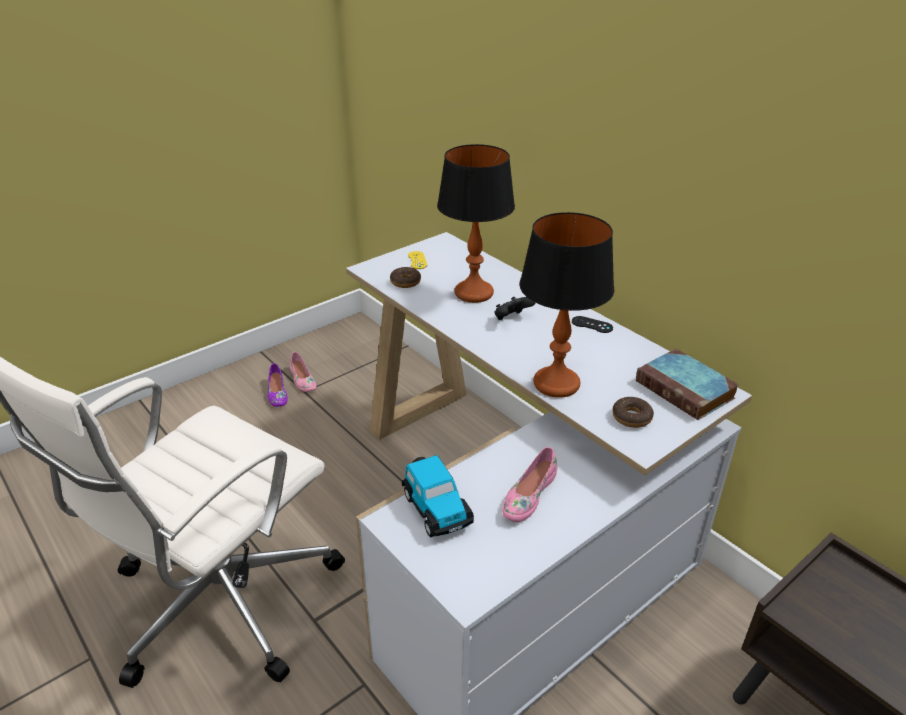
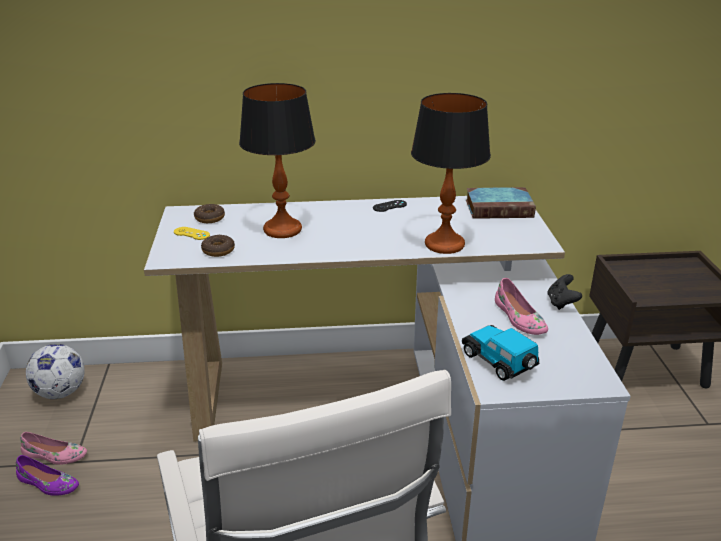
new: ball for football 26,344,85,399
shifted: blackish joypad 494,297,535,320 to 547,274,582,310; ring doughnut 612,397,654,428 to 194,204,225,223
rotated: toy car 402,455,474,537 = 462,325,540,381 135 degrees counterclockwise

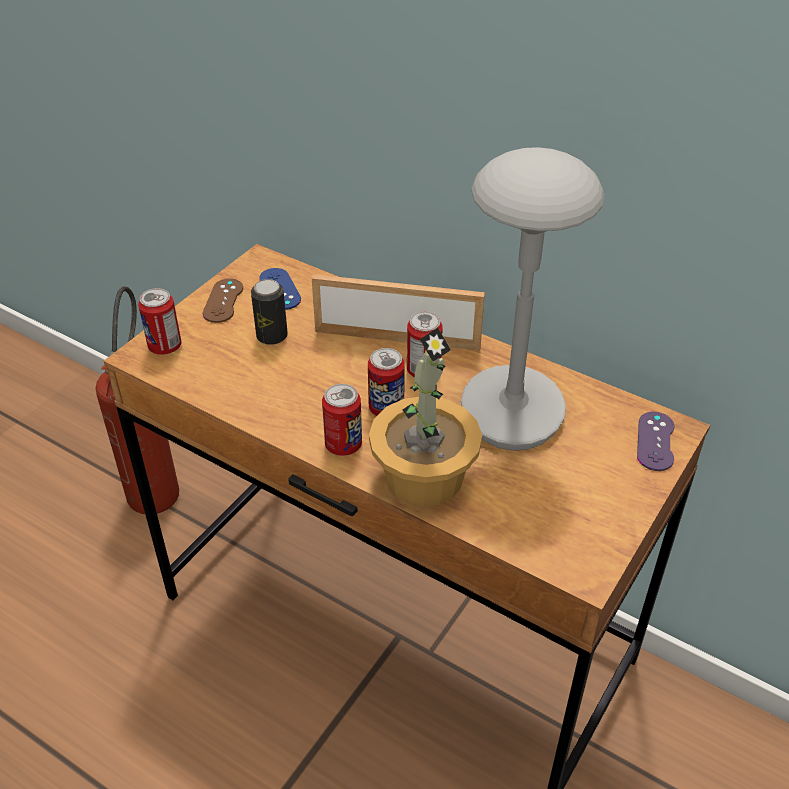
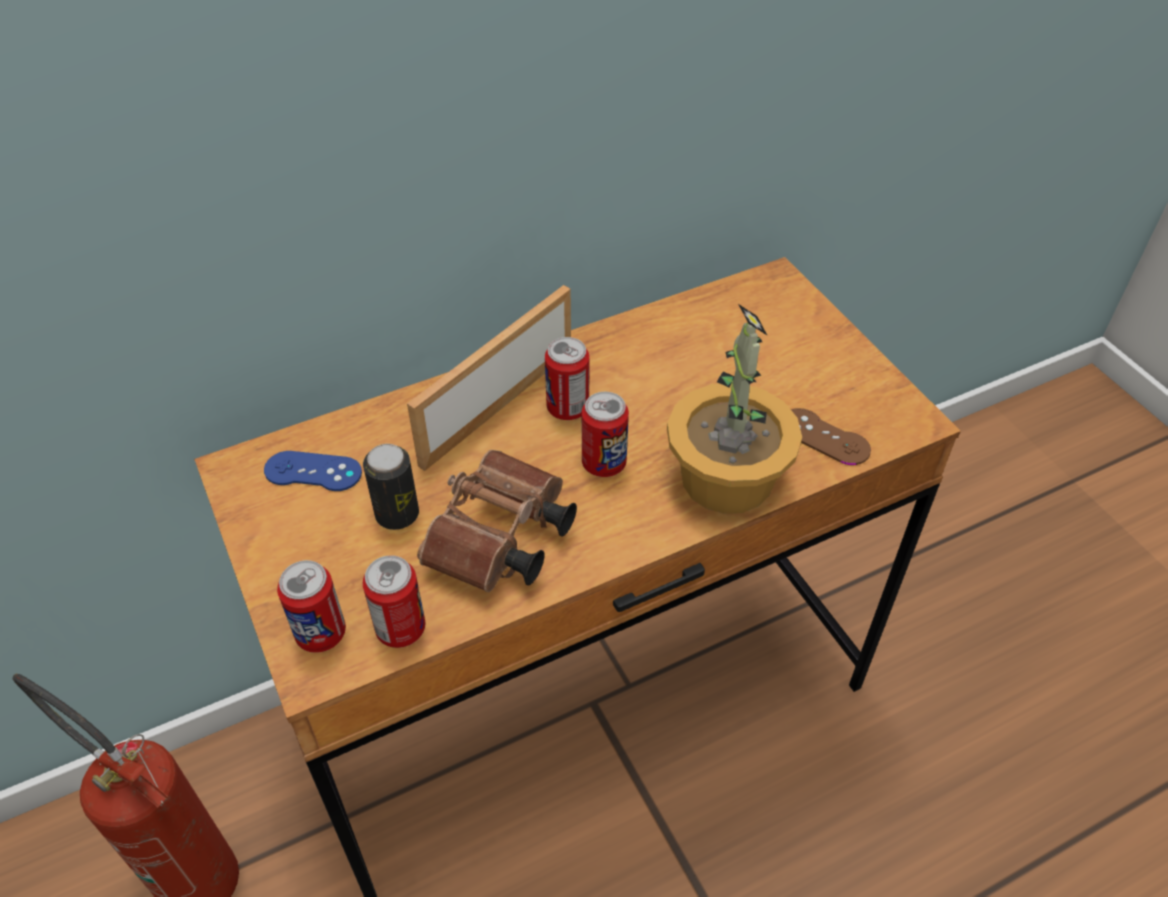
gone: gray table lamp 461,147,604,451; purplish joypad 637,412,674,471
new: brown-coloured binoculars 417,450,577,592
shifted: brown-coloured joypad 203,278,243,323 to 791,408,871,465; sealed can 322,384,362,456 to 363,555,425,648

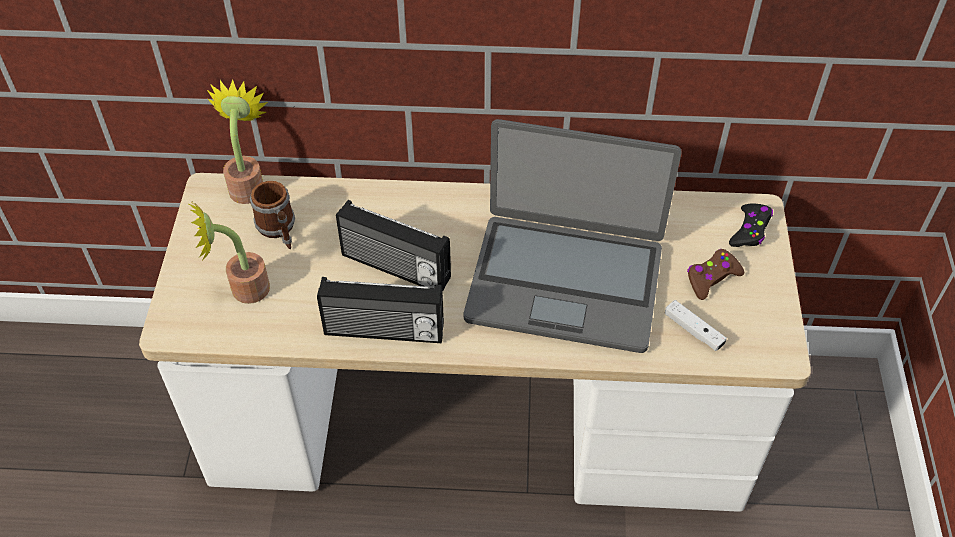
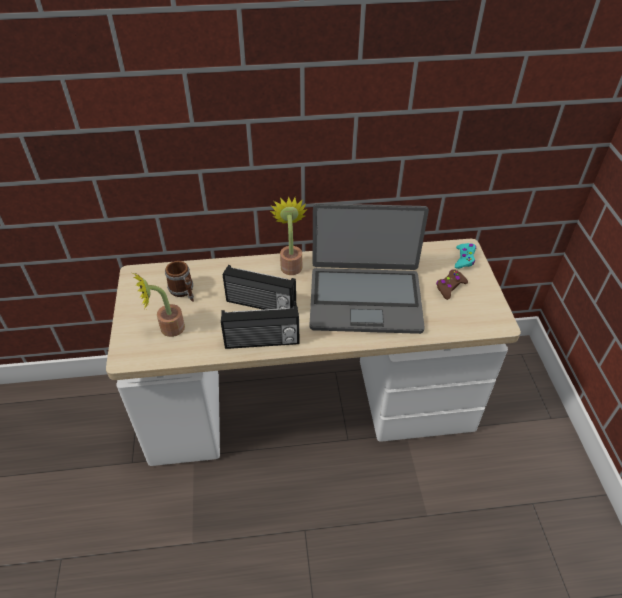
gone: white-coloured joypad 665,300,727,351
shifted: potted plant 207,80,268,204 to 270,196,308,275
repainted: blackish joypad 729,203,773,247 to turquoise-coloured joypad 455,243,476,269

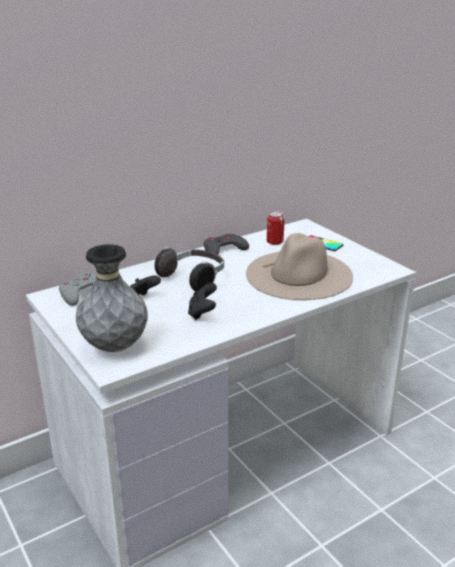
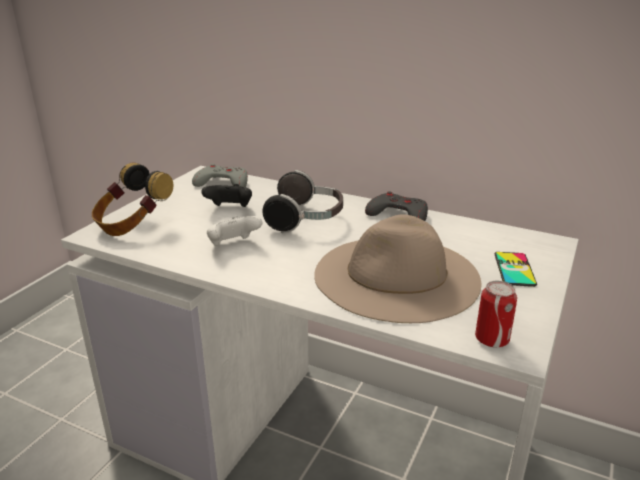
shifted: sealed can 267,211,285,245 to 475,281,517,347
swapped: gray vase 76,244,148,352 to pair of headphones 92,162,174,236
repainted: blackish joypad 188,283,217,320 to white-coloured joypad 207,216,262,246

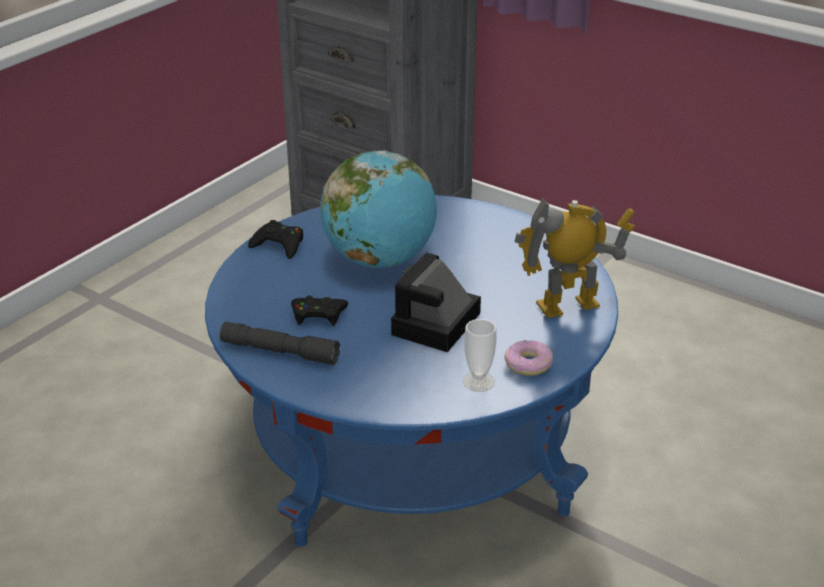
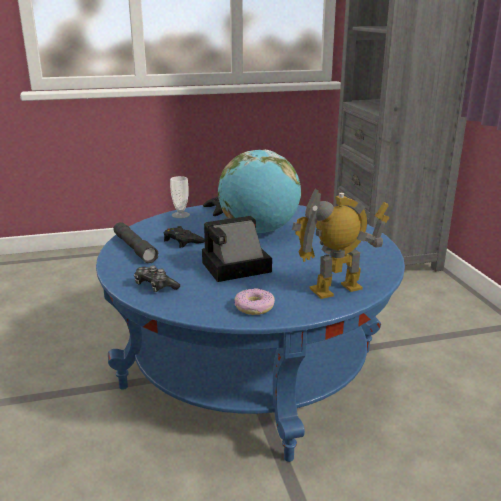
new: joypad 134,265,180,292
shifted: cup 463,319,496,392 to 170,176,190,218
rotated: model robot 515,198,635,318 = 292,189,389,299 45 degrees counterclockwise

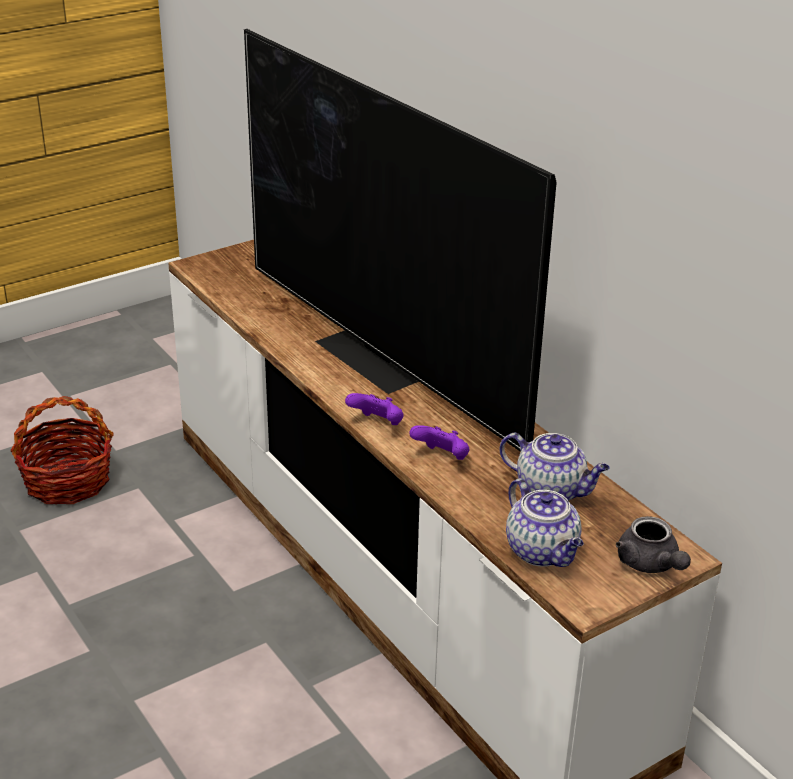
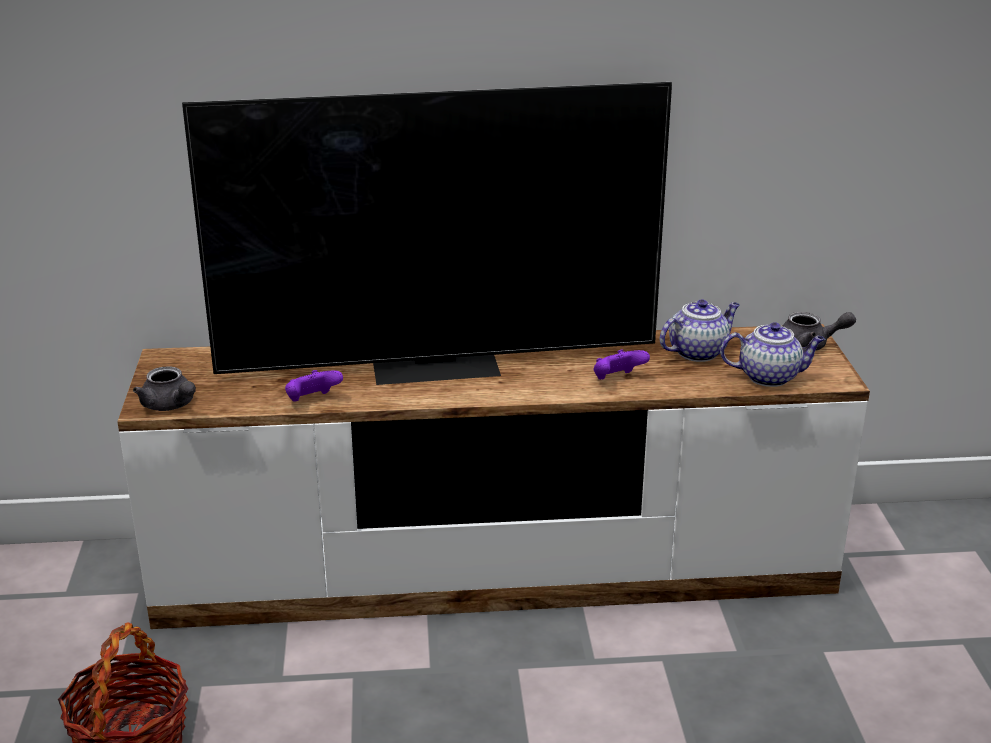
new: gray tea pot 133,366,196,411
shifted: purplish joypad 345,393,404,425 to 285,370,343,402

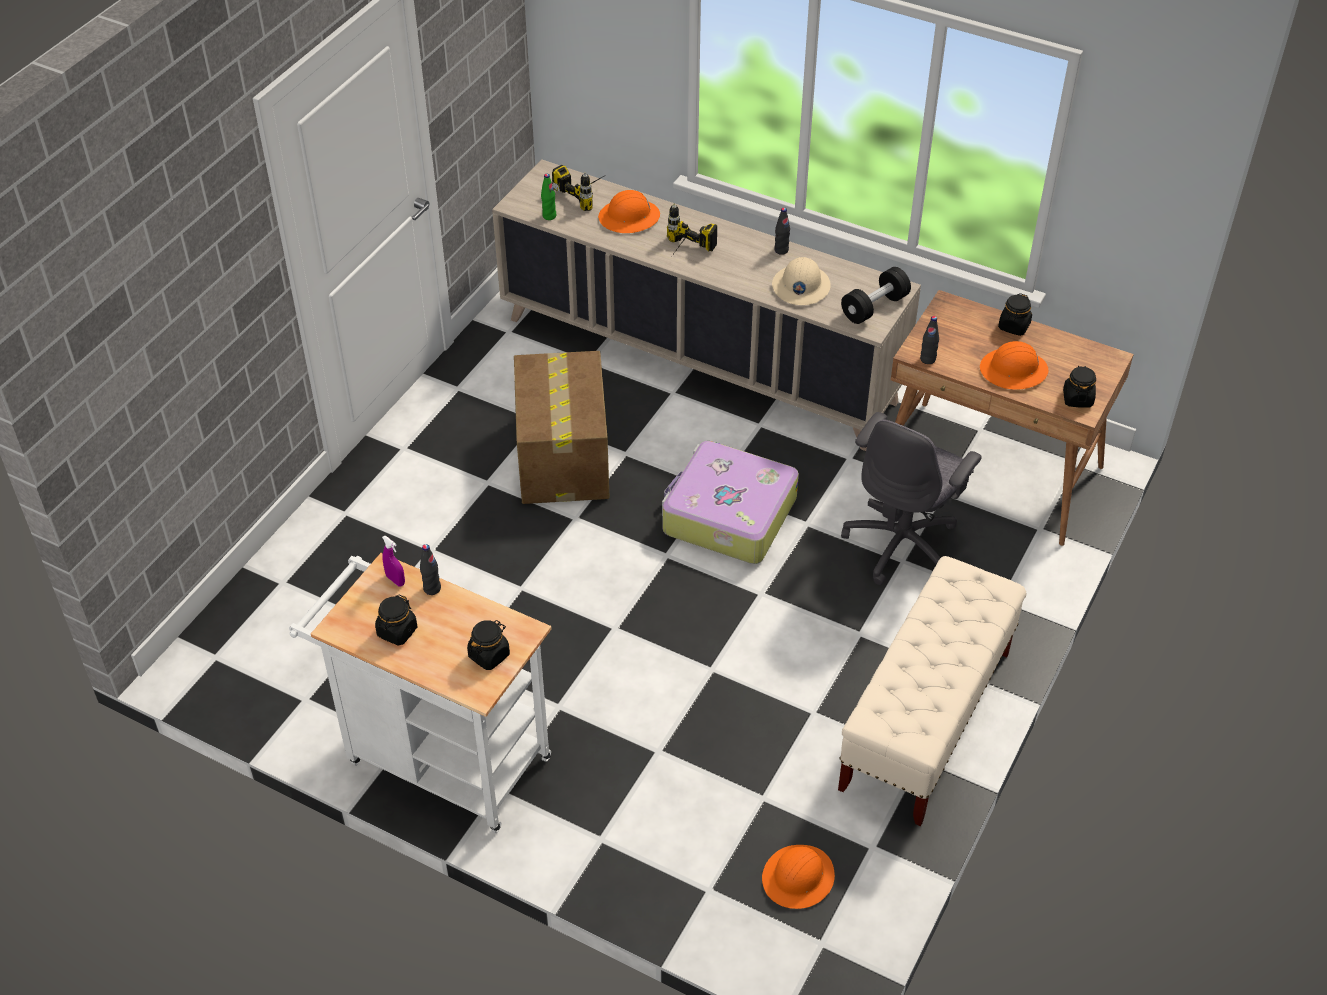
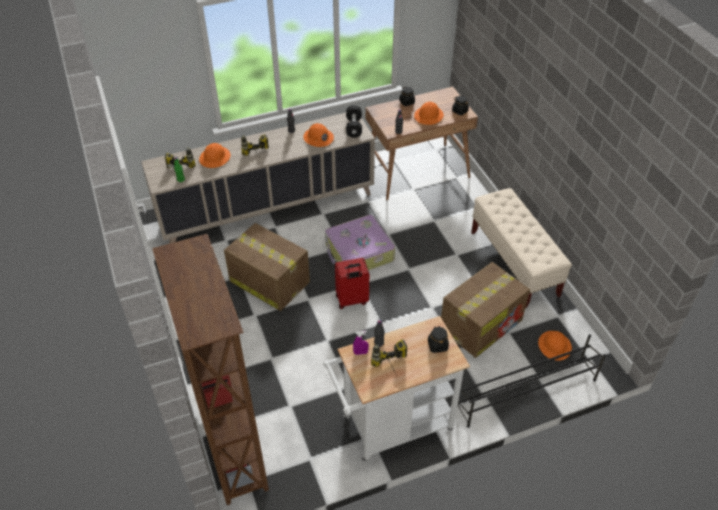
gone: gray desk chair 841,412,982,585
new: brown-coloured shelving unit 152,234,269,505; red travel case 335,258,369,309; carton 441,262,530,358; blackish shoe shelf 458,334,606,428
swapped: blackish jar 375,594,417,645 to electric drill 371,340,407,374
repainted: beige-coloured work helmet 772,257,831,305 to orange work helmet 303,123,334,147

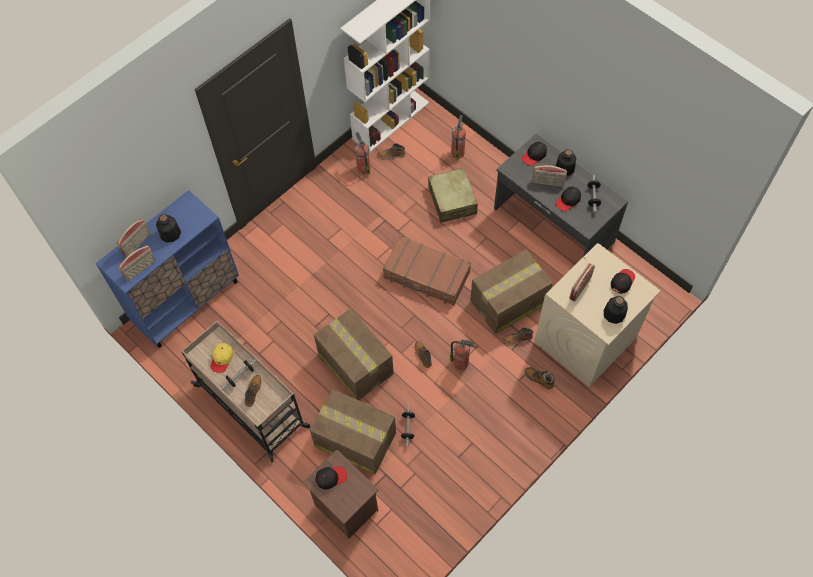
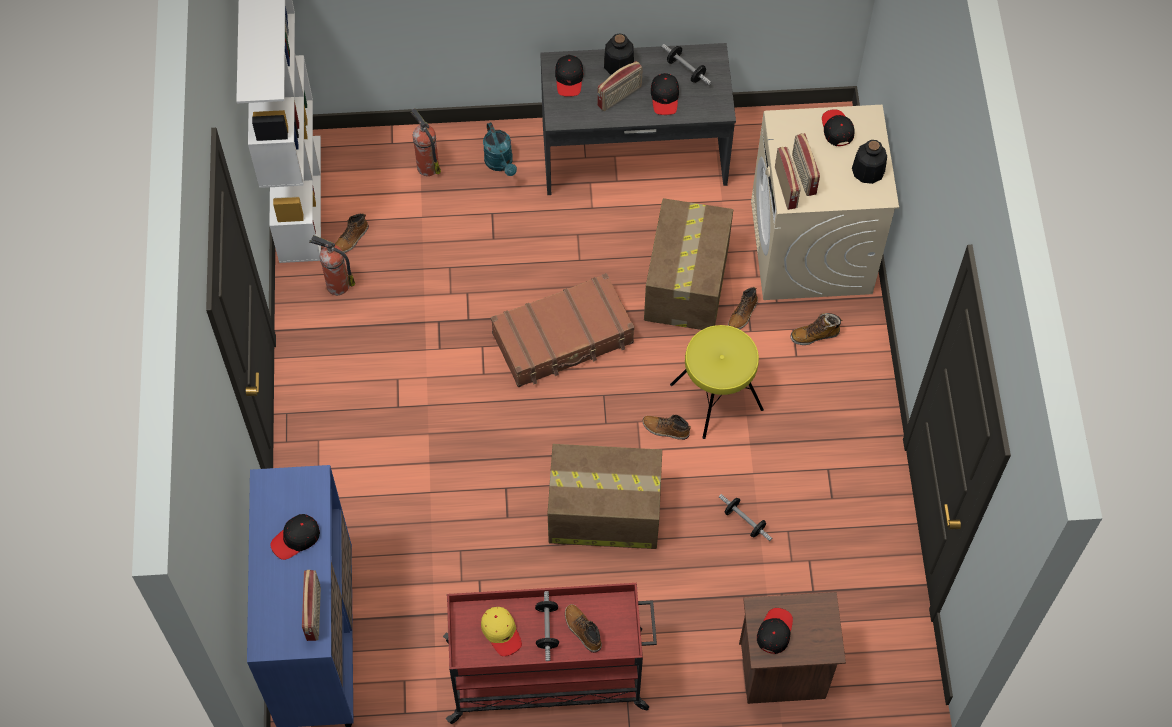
gone: carton 310,389,396,474; beige-coloured travel case 428,168,478,223
new: turquoise-coloured sprinkling can 483,122,517,176
shifted: radio 117,219,151,257 to 775,147,801,210
swapped: bottle 156,214,181,242 to blackish baseball cap 270,514,320,560; fire-fighting cylinder 450,340,476,370 to yellow-coloured stool 670,325,764,439
repainted: beige-coloured wheeled cart 181,320,310,462 to red wheeled cart 443,583,657,724

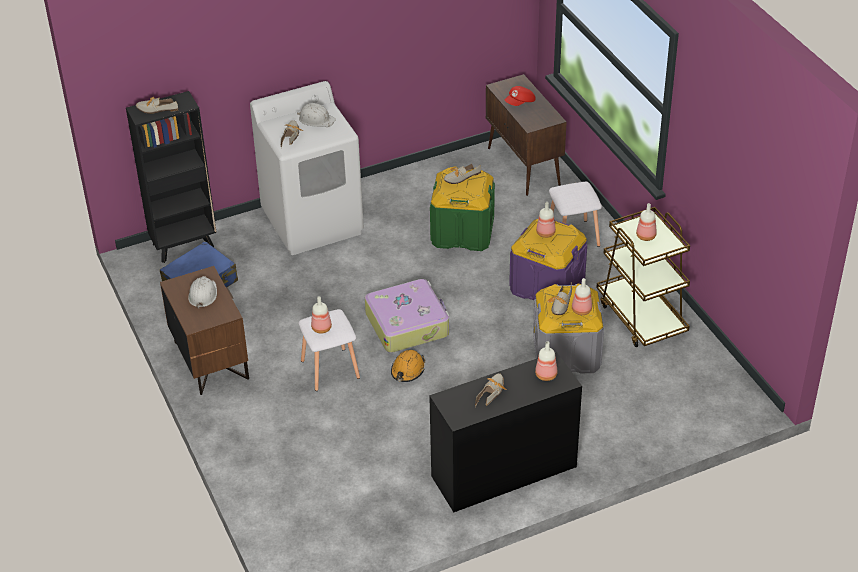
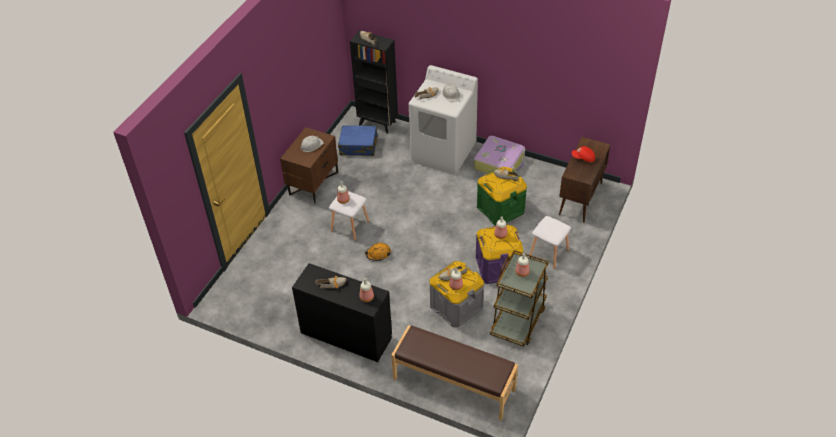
new: brown-coloured bench 391,325,518,421
shifted: travel case 365,279,450,353 to 474,136,525,174

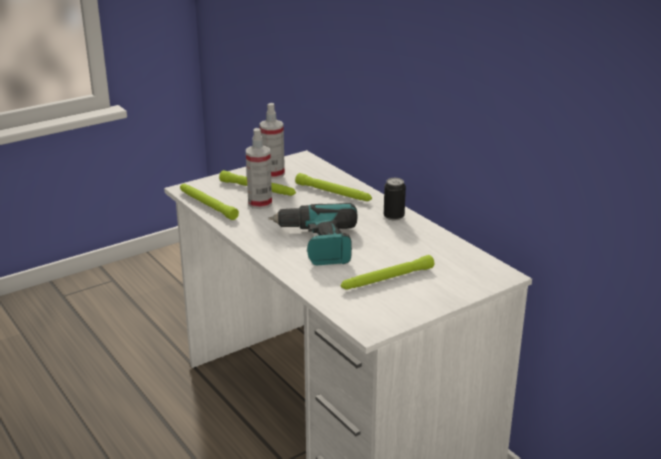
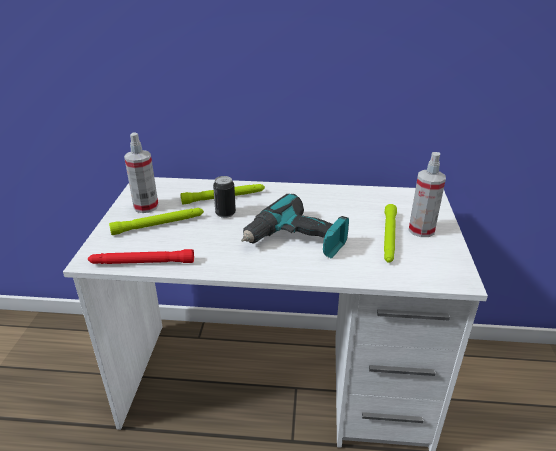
shifted: sprayer 246,128,272,209 to 408,152,446,237; sealed can 384,178,406,221 to 213,176,236,218
repainted: green-coloured hand torch 180,184,239,220 to red hand torch 88,249,194,264

